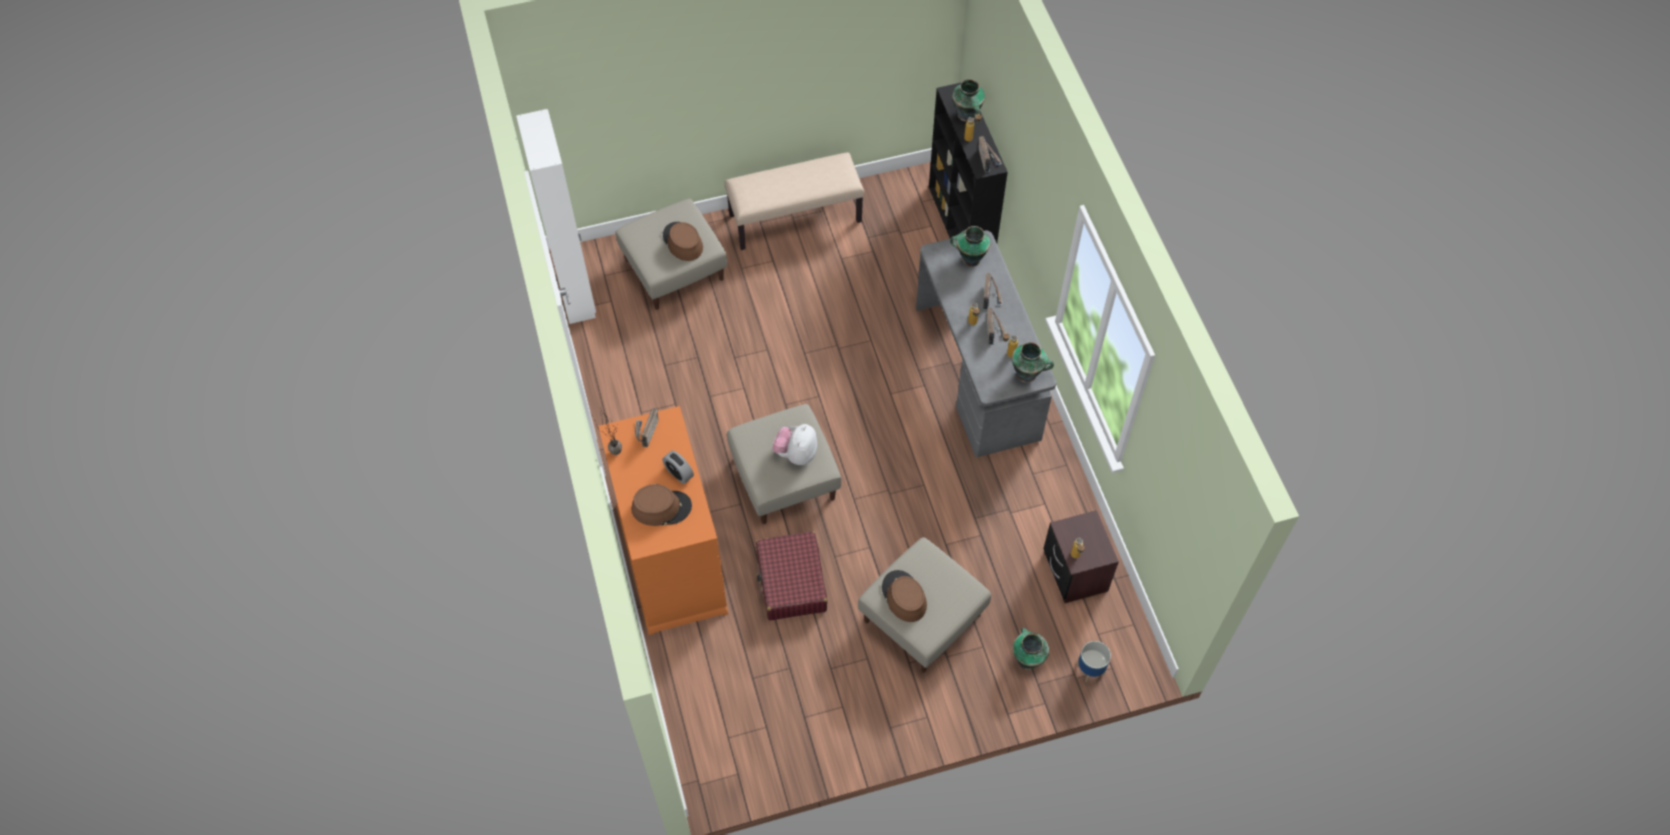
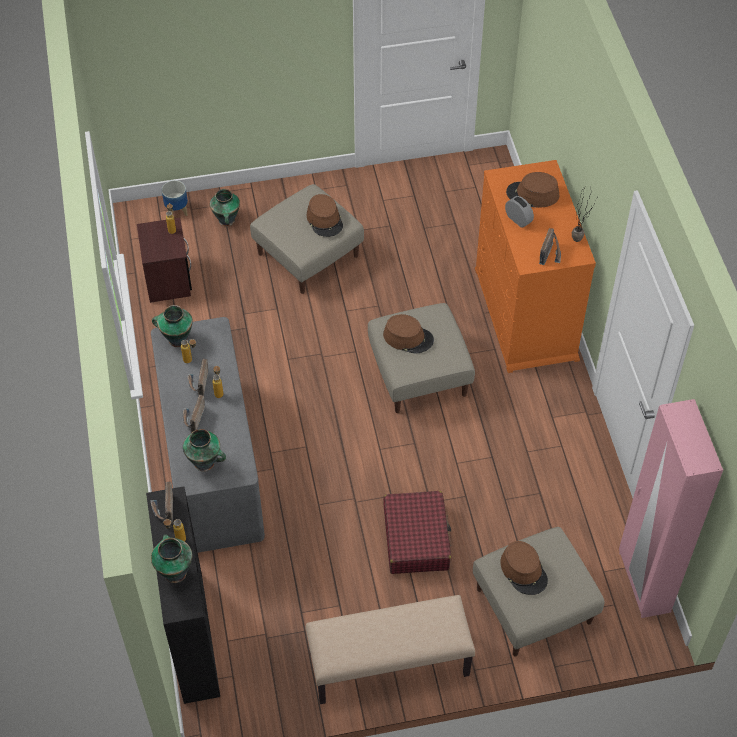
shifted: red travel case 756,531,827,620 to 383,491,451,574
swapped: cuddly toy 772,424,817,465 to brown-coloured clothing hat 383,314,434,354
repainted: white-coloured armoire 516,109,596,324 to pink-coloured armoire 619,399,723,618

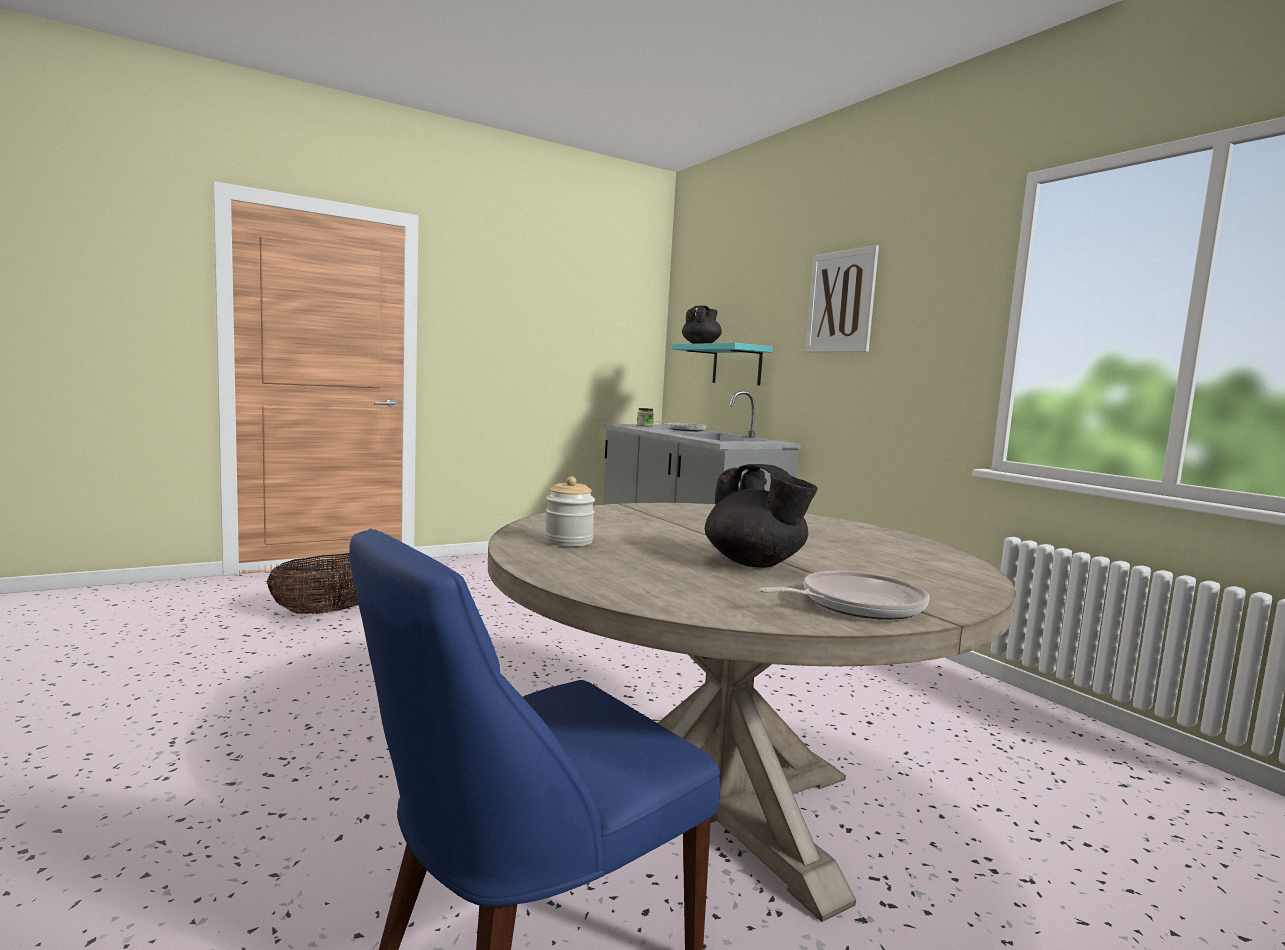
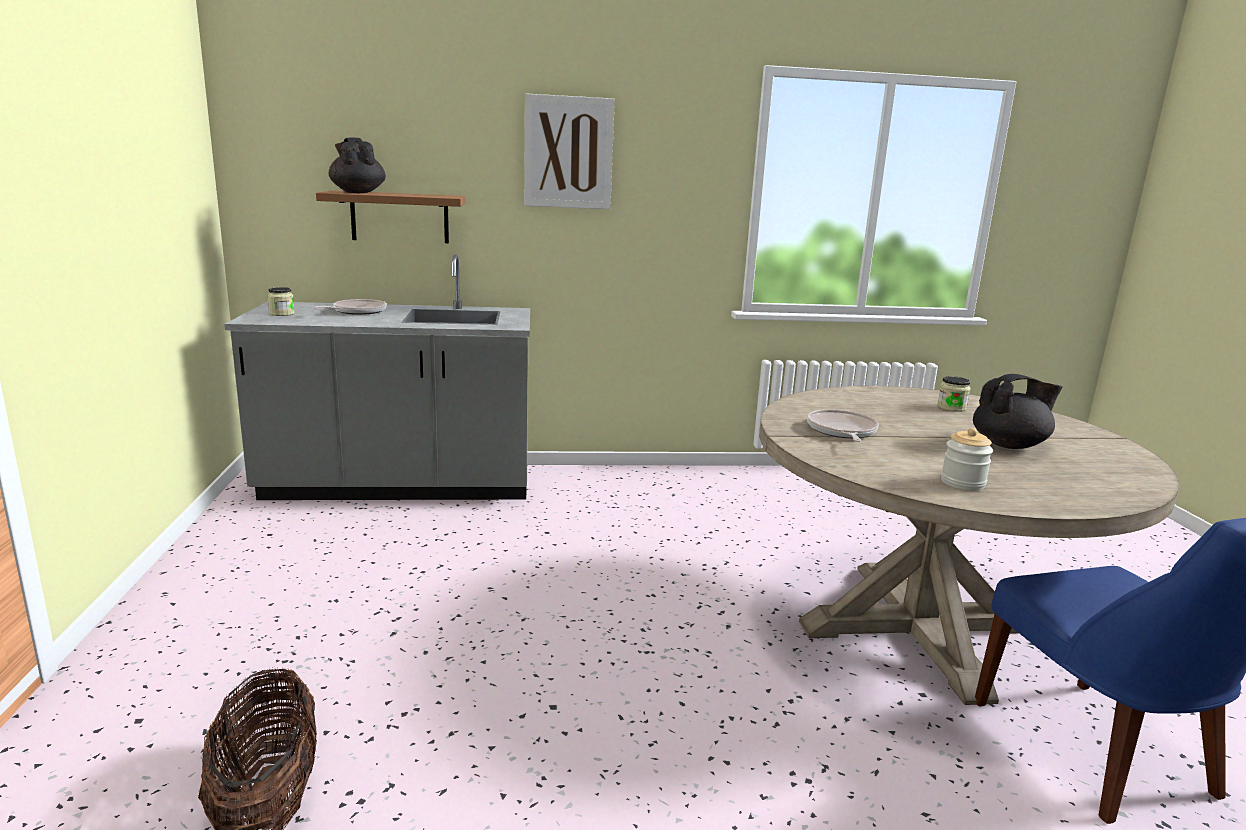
new: jar 937,376,971,412
shifted: skillet 759,570,930,620 to 807,409,879,442
repainted: turquoise-coloured bracket shelf 672,343,773,385 to brown-coloured bracket shelf 316,190,466,243

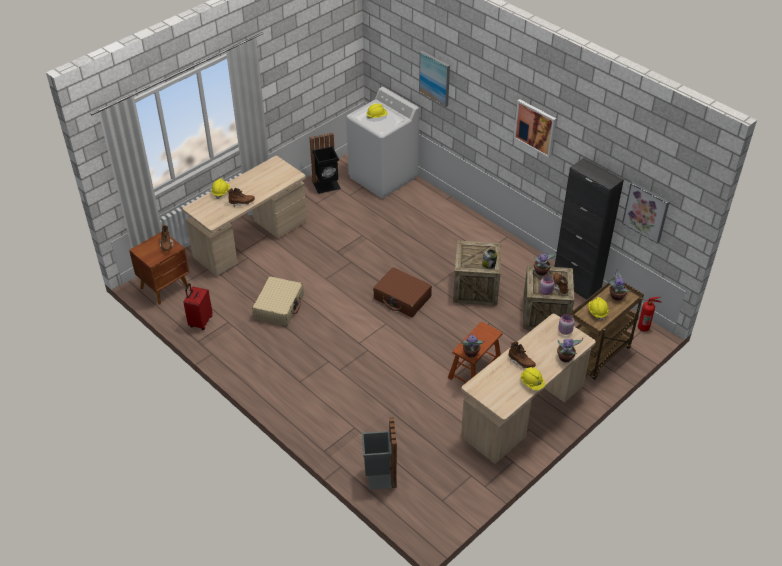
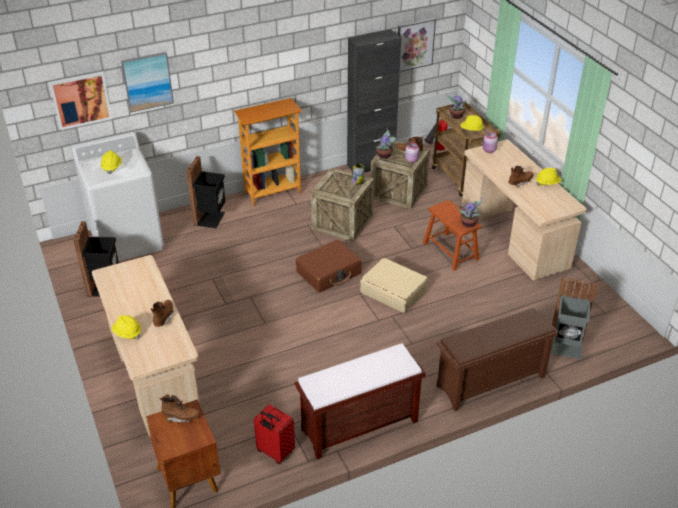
gone: potted plant 557,338,583,362
new: blackish waste bin 186,156,225,228; shelving unit 234,98,302,206; brown-coloured bench 294,343,426,459; brown-coloured shoe shelf 436,308,558,411
shifted: beige-coloured travel case 252,276,304,326 to 360,258,428,313; picture 513,99,556,158 to 49,71,112,130

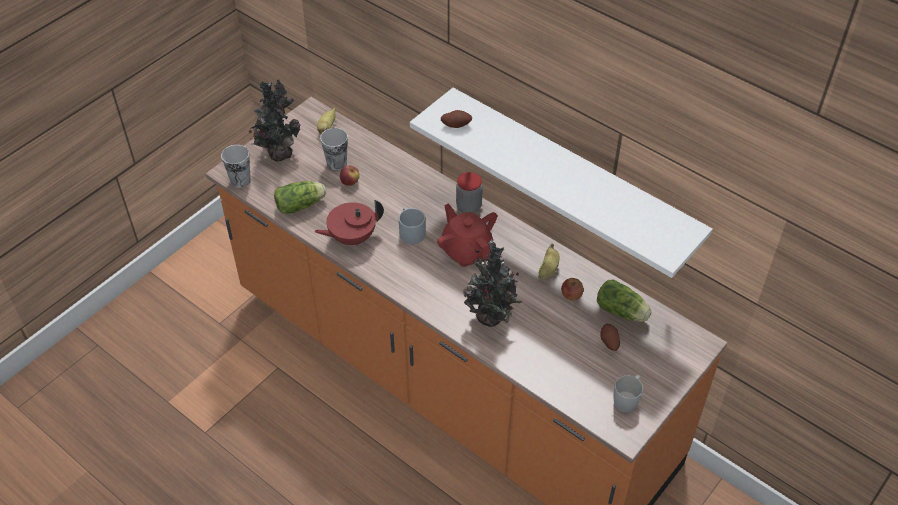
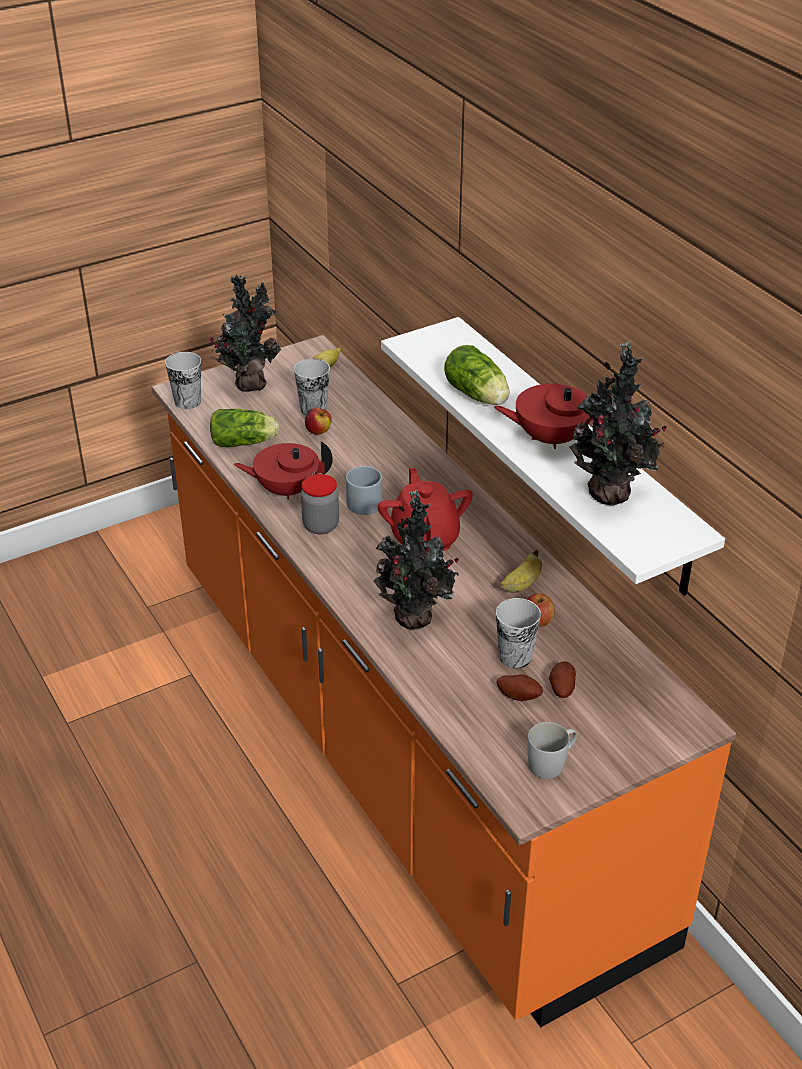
new: red tea pot 494,379,607,449; cup 496,598,541,669; potted plant 570,342,667,505
shifted: whole potato 441,110,472,128 to 497,674,543,701; jar 456,172,483,213 to 301,474,339,534; head of lettuce 597,280,651,322 to 444,345,510,405

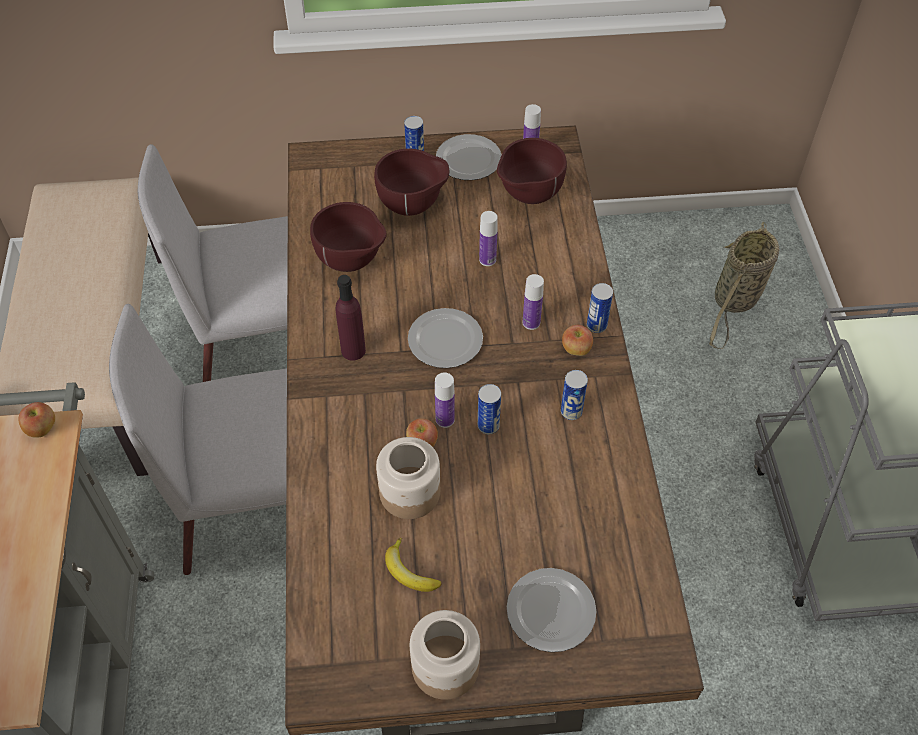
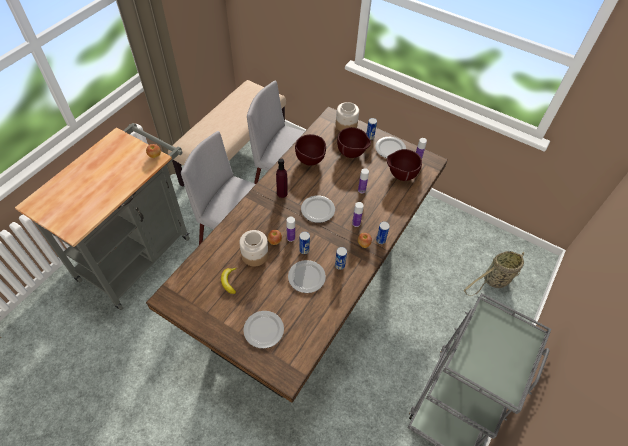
new: plate 288,260,326,293
shifted: jar 410,610,480,700 to 336,102,359,131

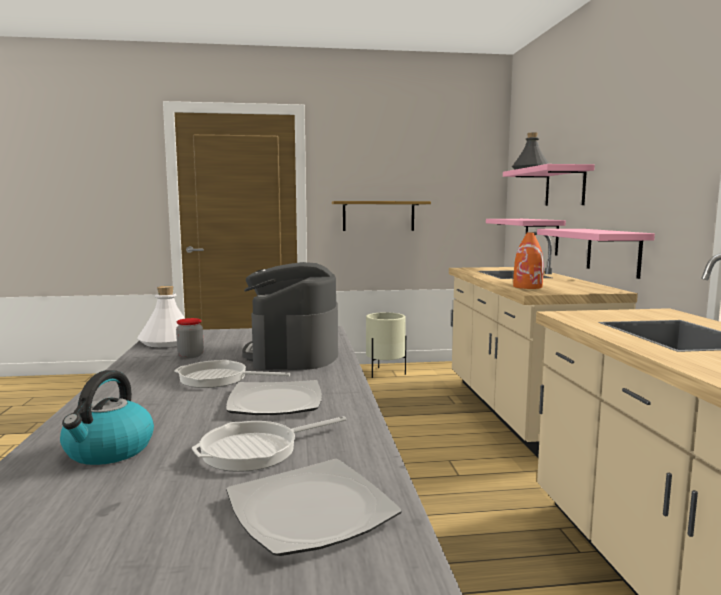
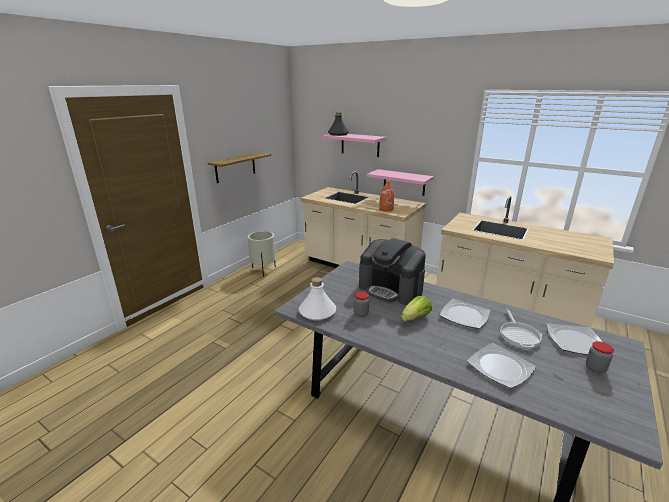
gone: pink-coloured bracket shelf 486,219,566,255
new: jar 586,341,614,373
swapped: kettle 60,370,154,465 to plate 467,343,536,388; skillet 174,360,290,388 to head of lettuce 401,296,432,321

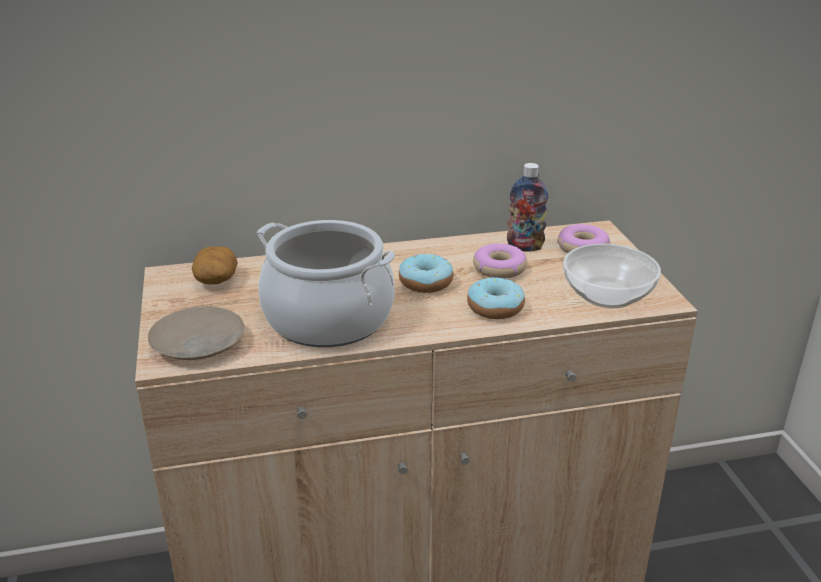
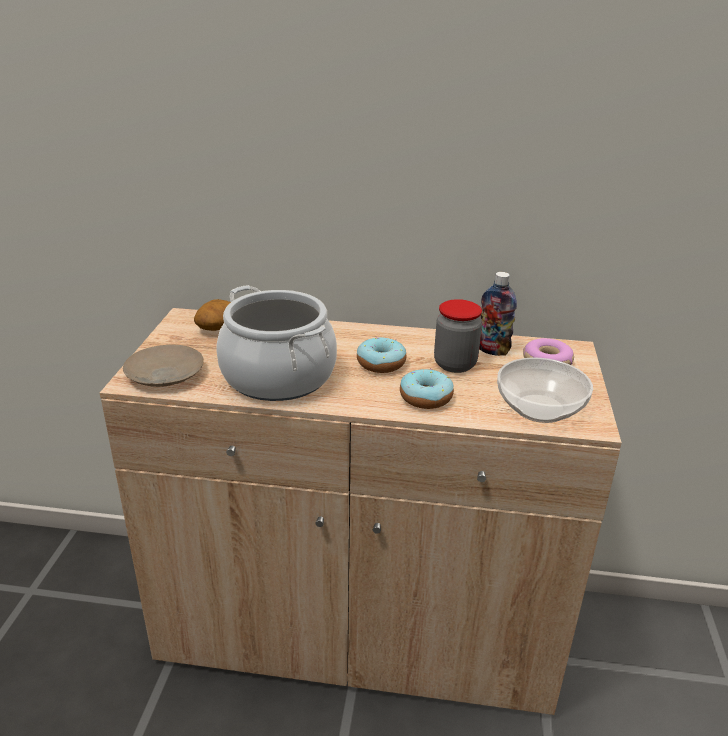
swapped: ring doughnut 473,243,527,279 to jar 434,299,482,373

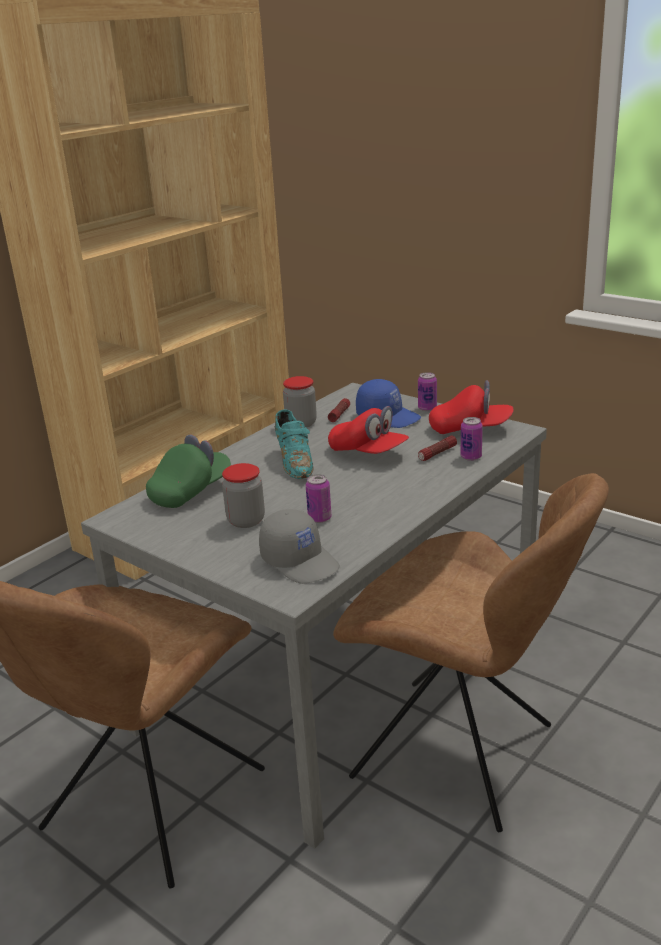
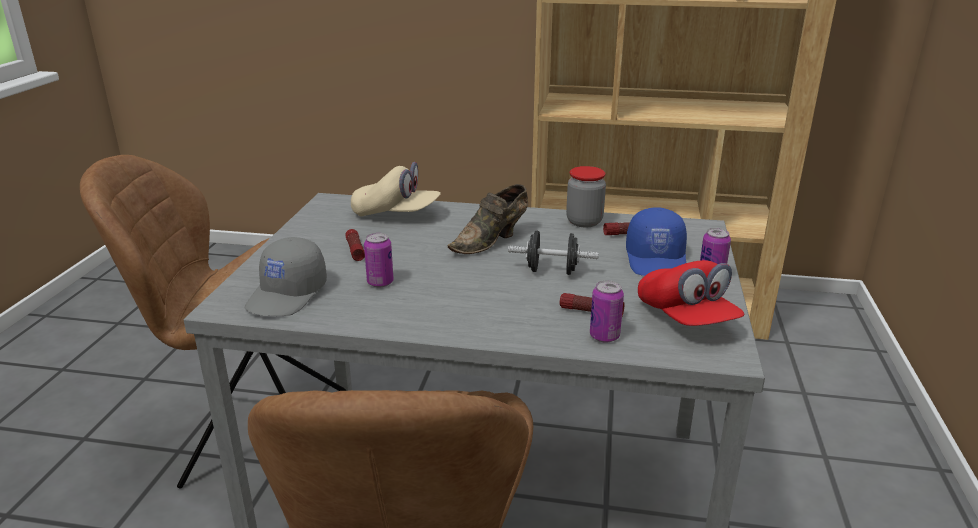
swapped: jar 222,463,265,528 to hand torch 345,229,365,261; red baseball cap 328,406,409,454 to blackish hand weight 508,231,599,275
repainted: green-coloured baseball cap 146,435,231,508 to beige-coloured baseball cap 351,162,441,216; turquoise-coloured shoe 275,409,313,479 to brown-coloured shoe 447,184,528,254

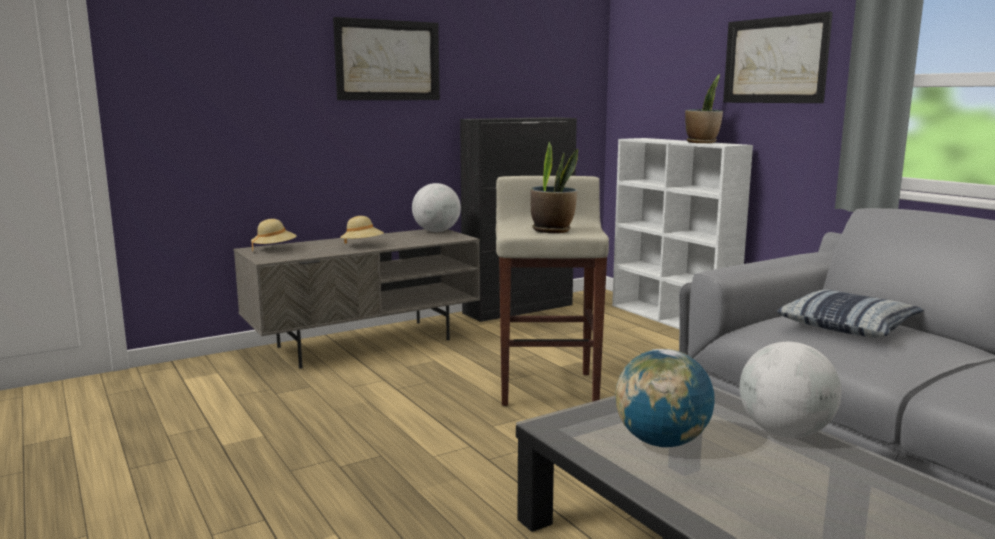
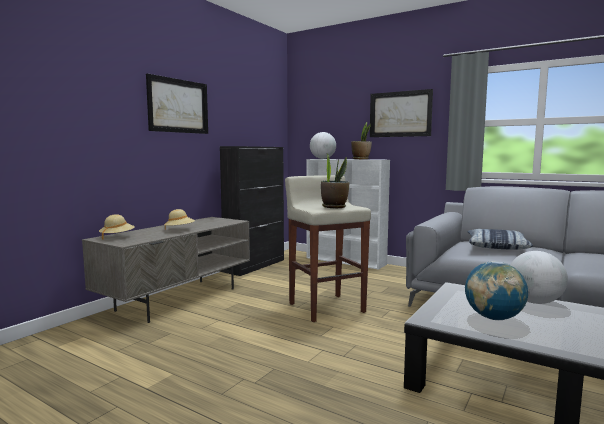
shifted: globe 412,183,461,232 to 310,132,336,159

